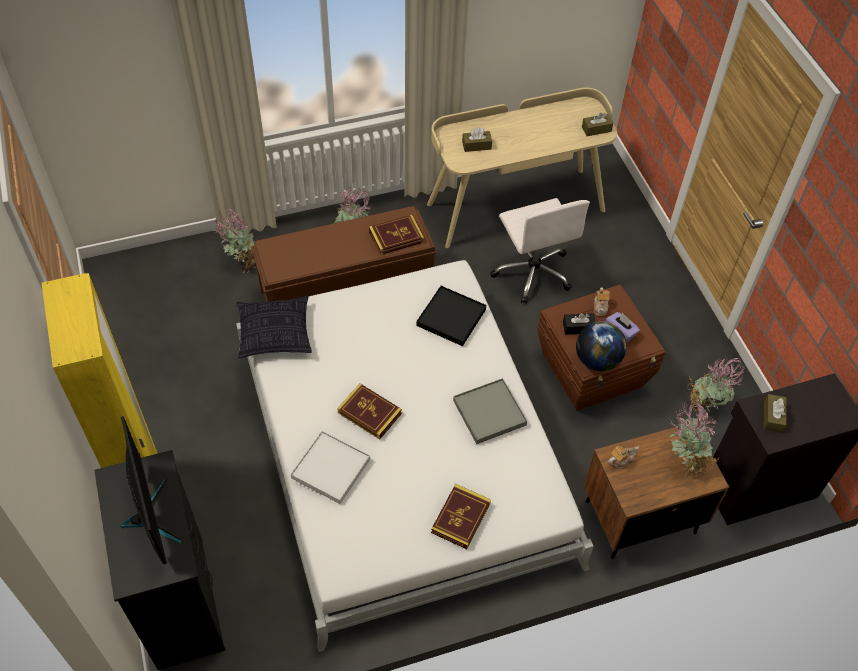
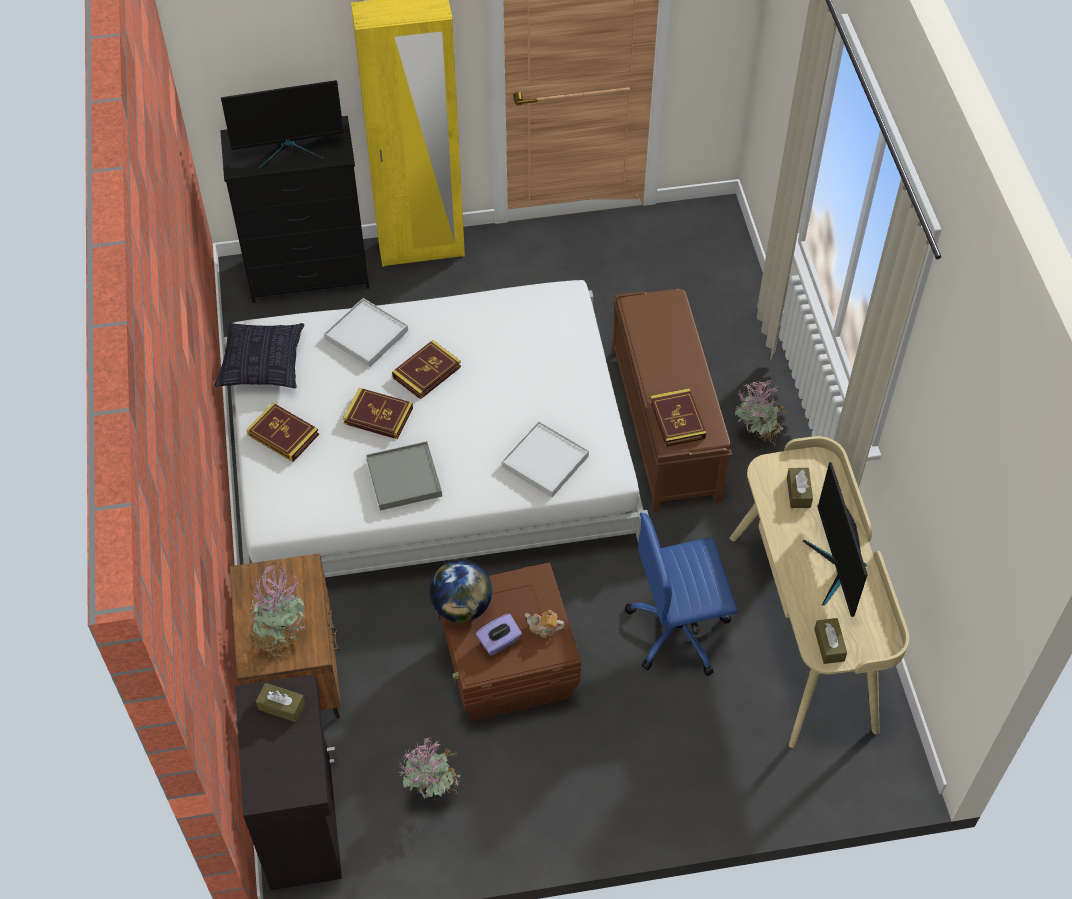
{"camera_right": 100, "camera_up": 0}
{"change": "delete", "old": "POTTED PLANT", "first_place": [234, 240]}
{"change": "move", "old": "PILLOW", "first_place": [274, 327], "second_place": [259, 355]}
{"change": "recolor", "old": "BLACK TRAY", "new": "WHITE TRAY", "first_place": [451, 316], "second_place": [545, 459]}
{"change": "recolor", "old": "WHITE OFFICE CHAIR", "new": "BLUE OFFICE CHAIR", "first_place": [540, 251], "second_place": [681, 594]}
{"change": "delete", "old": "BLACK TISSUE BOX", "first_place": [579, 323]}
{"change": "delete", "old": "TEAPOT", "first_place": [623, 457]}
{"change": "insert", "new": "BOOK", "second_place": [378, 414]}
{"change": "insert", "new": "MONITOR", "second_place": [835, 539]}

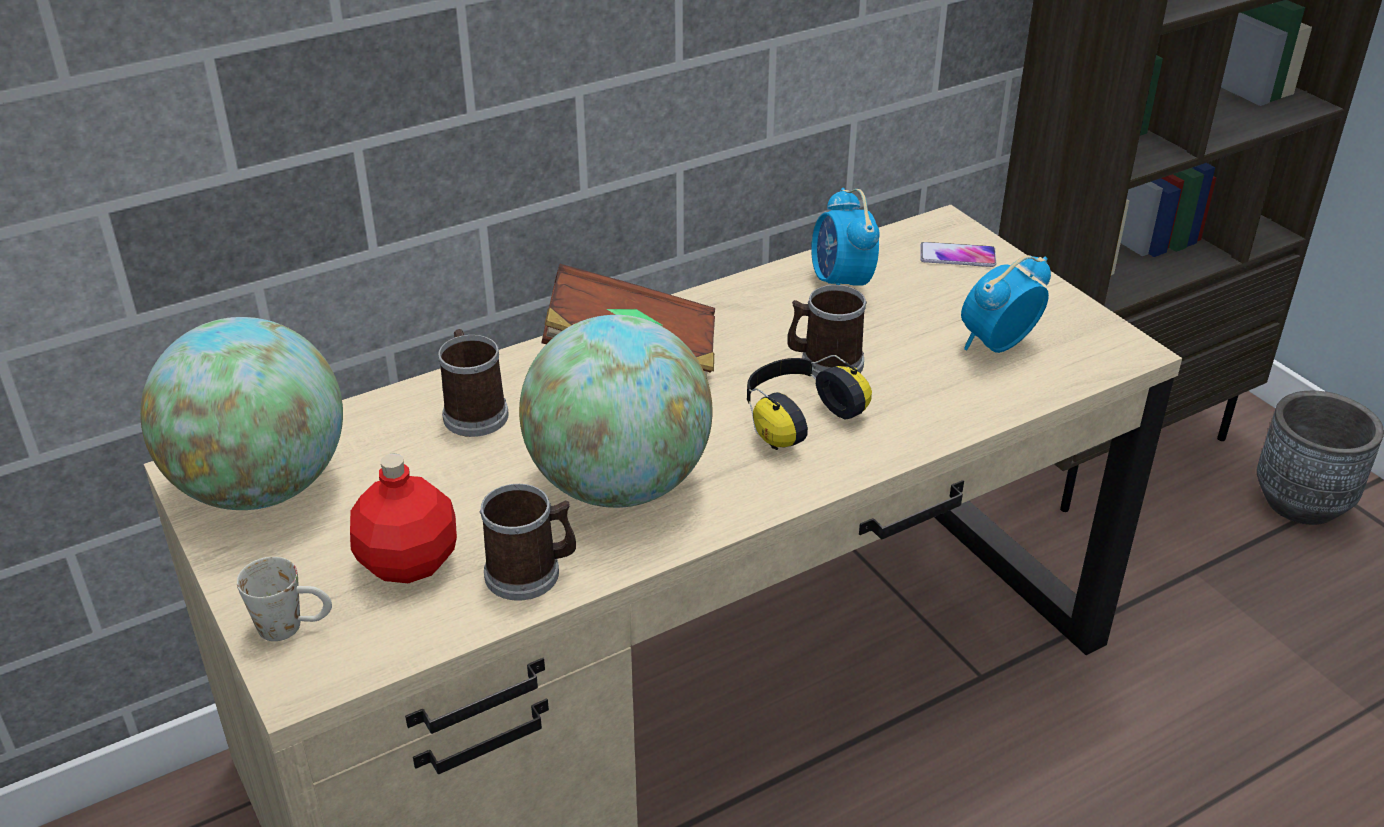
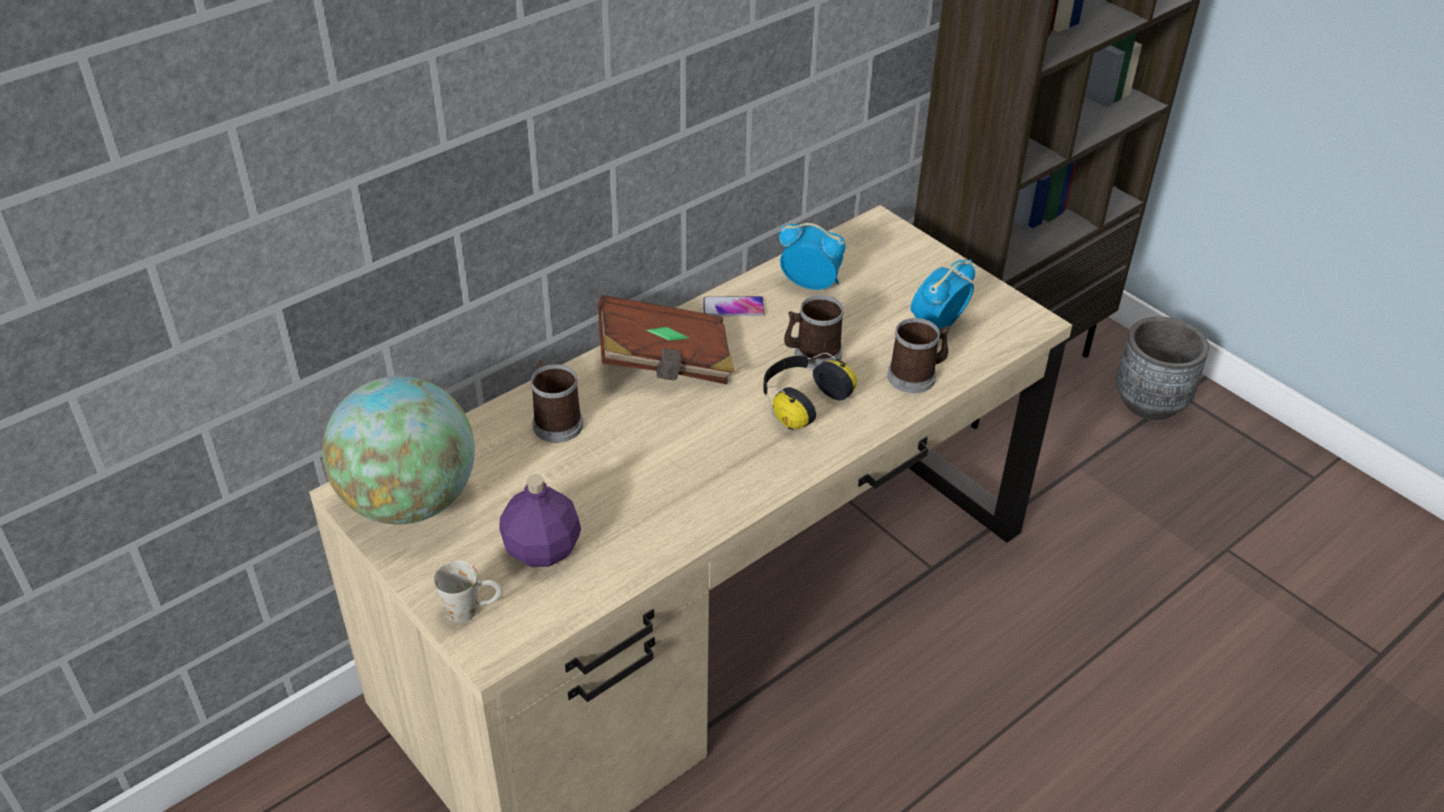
{"camera_right": -10, "camera_up": 5}
{"change": "recolor", "old": "RED BOTTLE", "new": "PURPLE BOTTLE", "first_place": [403, 518], "second_place": [540, 521]}
{"change": "move", "old": "MUG", "first_place": [527, 542], "second_place": [918, 355]}
{"change": "delete", "old": "GLOBE", "first_place": [615, 411]}
{"change": "rotate", "old": "ALARM CLOCK", "first_place": [845, 236], "second_place": [812, 256], "degrees": 135}
{"change": "move", "old": "PHONE", "first_place": [958, 254], "second_place": [734, 306]}

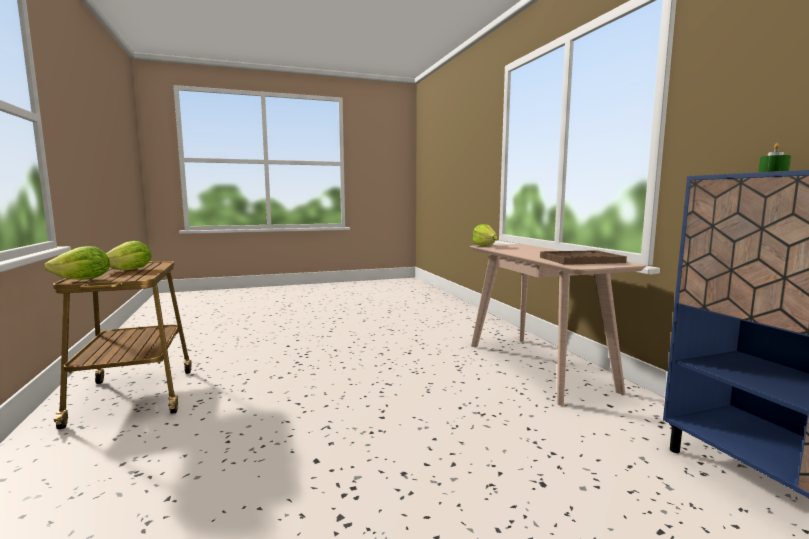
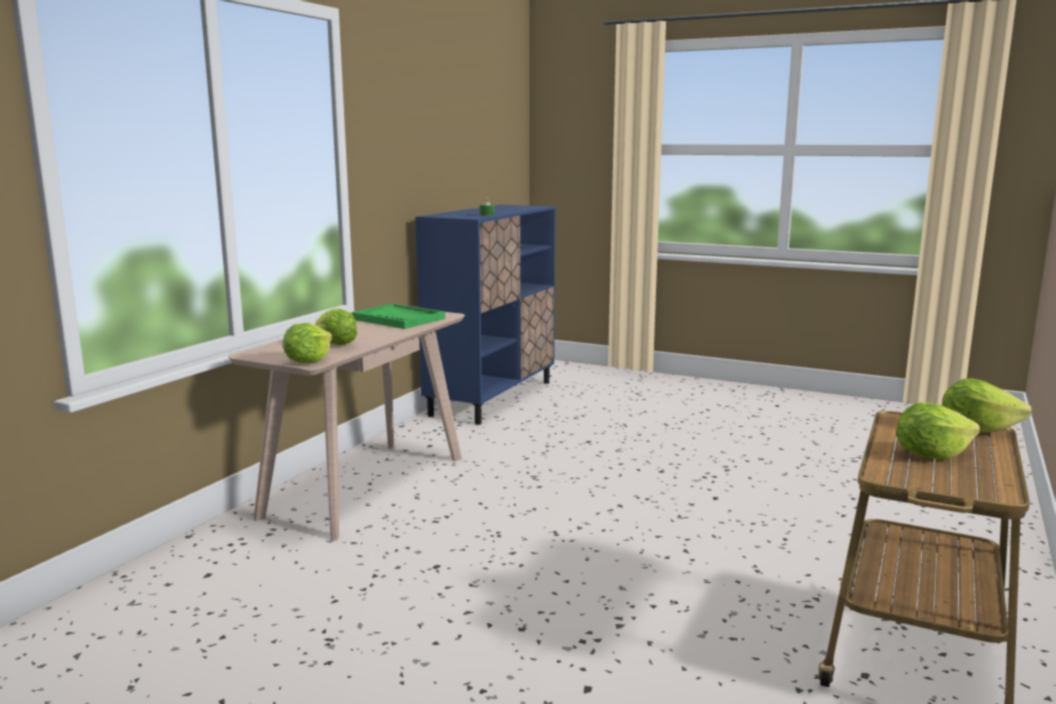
{"camera_right": -135, "camera_up": 5}
{"change": "recolor", "old": "BROWN TRAY", "new": "GREEN TRAY", "first_place": [583, 257], "second_place": [398, 316]}
{"change": "insert", "new": "LETTUCE", "second_place": [336, 327]}

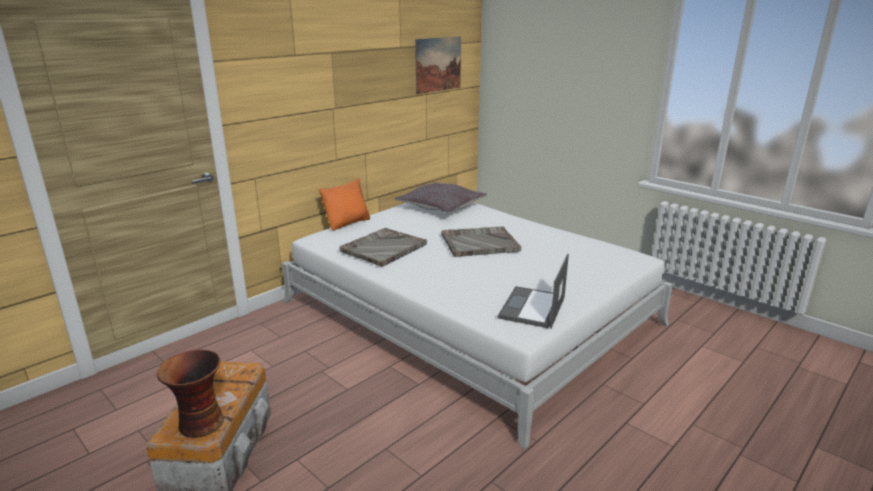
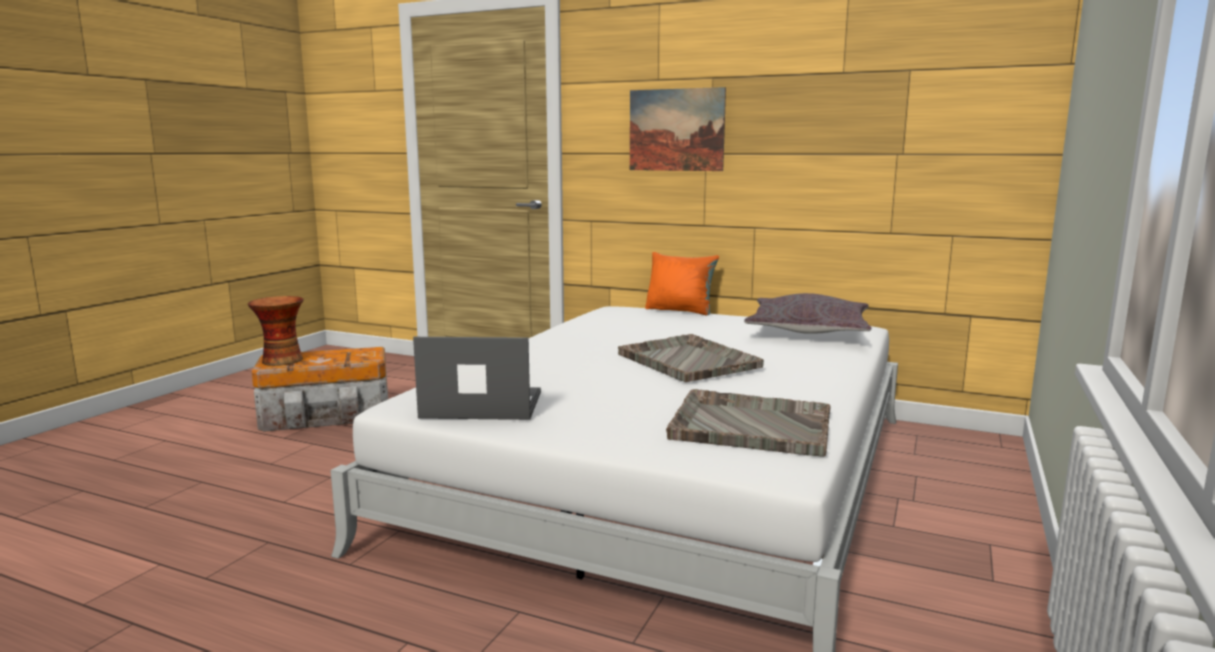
{"camera_right": 70, "camera_up": -10}
{"change": "move", "old": "GREY TRAY", "first_place": [383, 247], "second_place": [748, 423]}
{"change": "move", "old": "PICTURE", "first_place": [438, 65], "second_place": [678, 129]}

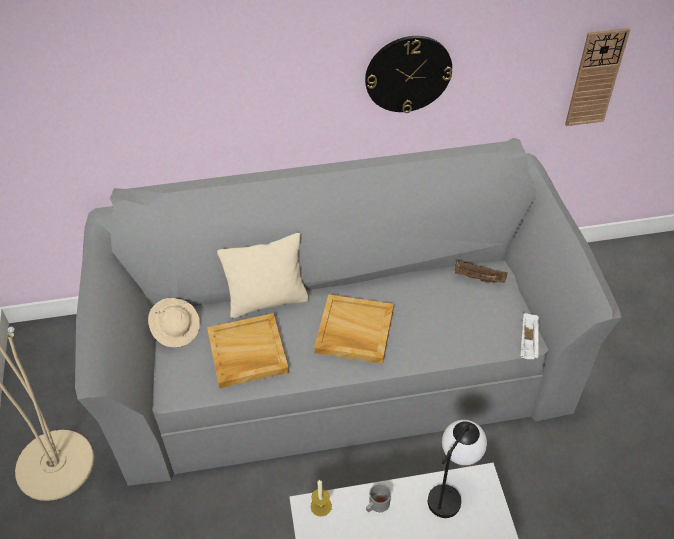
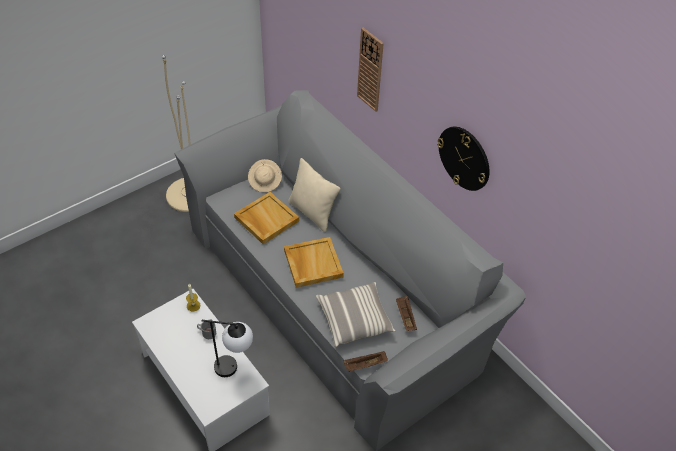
{"camera_right": 60, "camera_up": 0}
{"change": "recolor", "old": "WHITE TRAY", "new": "BROWN TRAY", "first_place": [529, 336], "second_place": [365, 361]}
{"change": "move", "old": "WALL CLOCK", "first_place": [597, 77], "second_place": [370, 70]}
{"change": "insert", "new": "PILLOW", "second_place": [355, 314]}

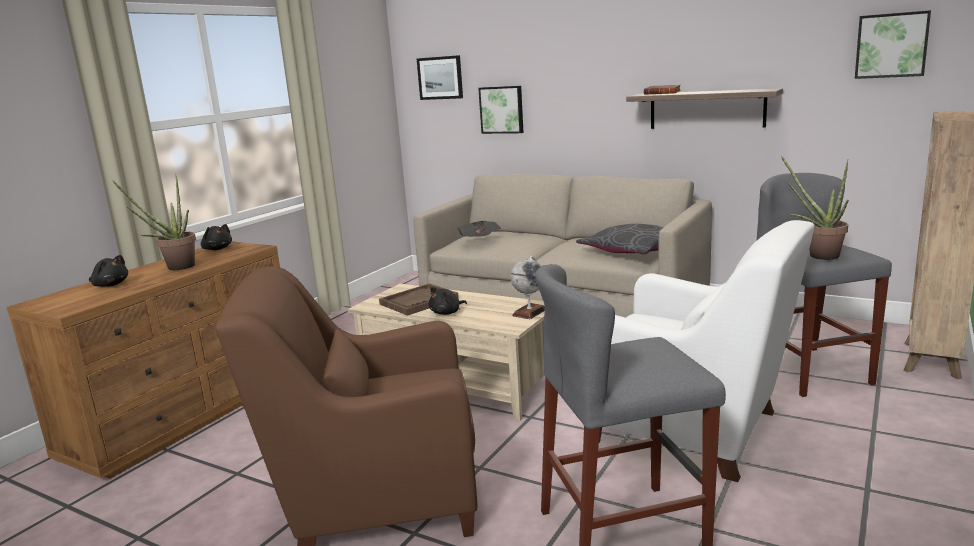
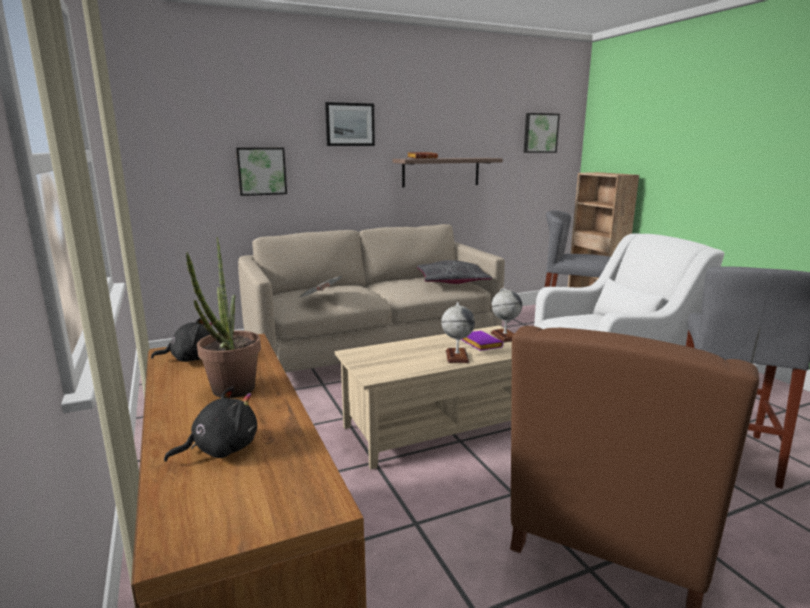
{"camera_right": -55, "camera_up": 0}
{"change": "delete", "old": "BROWN TRAY", "first_place": [419, 299]}
{"change": "move", "old": "PICTURE", "first_place": [440, 77], "second_place": [350, 124]}
{"change": "replace", "old": "BLACK PLUSH TOY", "new": "GLOBE", "first_place": [448, 301], "second_place": [458, 332]}
{"change": "delete", "old": "POTTED PLANT", "first_place": [815, 208]}
{"change": "insert", "new": "PURPLE BOOK", "second_place": [482, 341]}

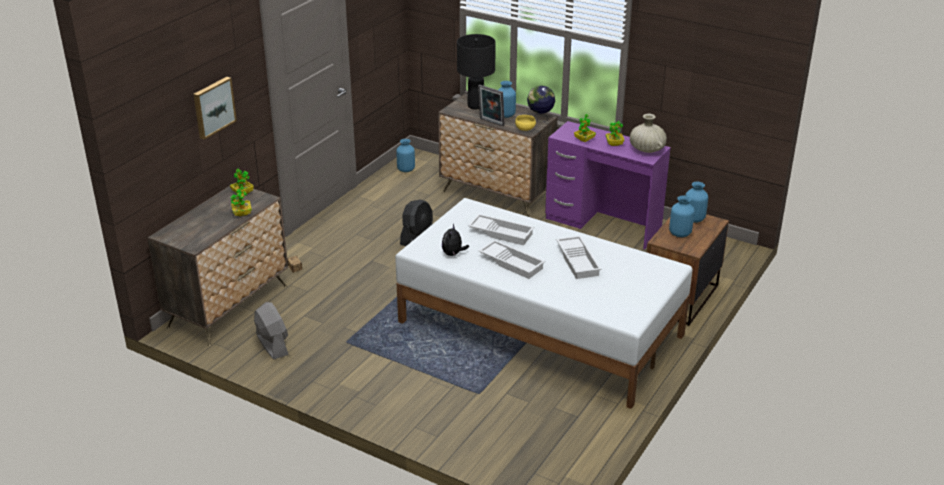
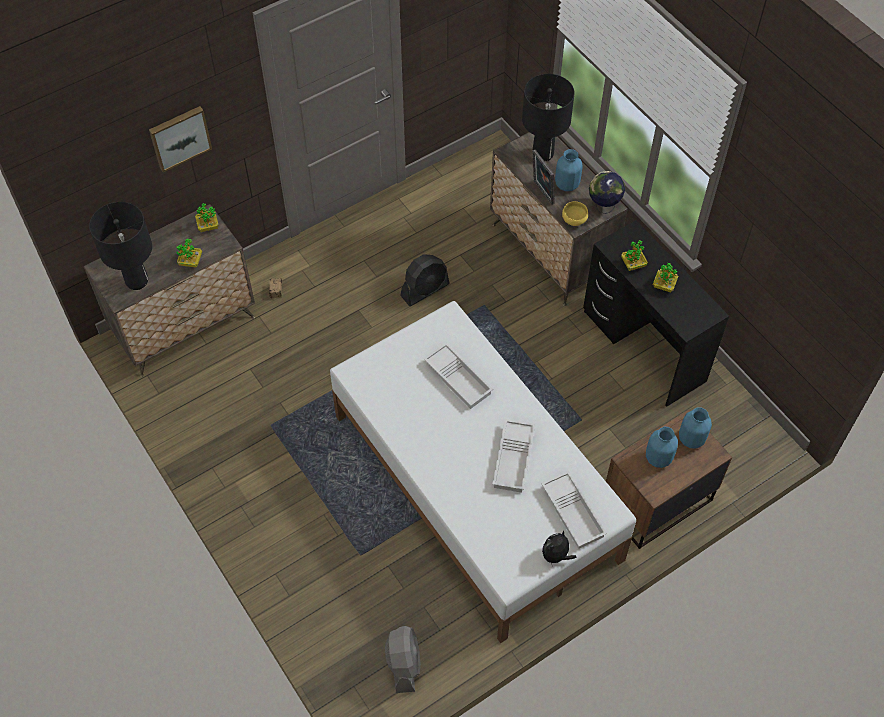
{"camera_right": 25, "camera_up": 25}
{"change": "move", "old": "GREY FAN", "first_place": [271, 331], "second_place": [403, 659]}
{"change": "delete", "old": "BLUE VASE", "first_place": [405, 155]}
{"change": "move", "old": "PLUSH TOY", "first_place": [455, 240], "second_place": [559, 547]}
{"change": "move", "old": "WHITE TRAY", "first_place": [511, 259], "second_place": [574, 510]}
{"change": "recolor", "old": "PURPLE DESK", "new": "BLACK DESK", "first_place": [608, 185], "second_place": [656, 313]}
{"change": "delete", "old": "BEIGE VASE", "first_place": [648, 133]}
{"change": "insert", "new": "BLACK TABLE LAMP", "second_place": [120, 246]}

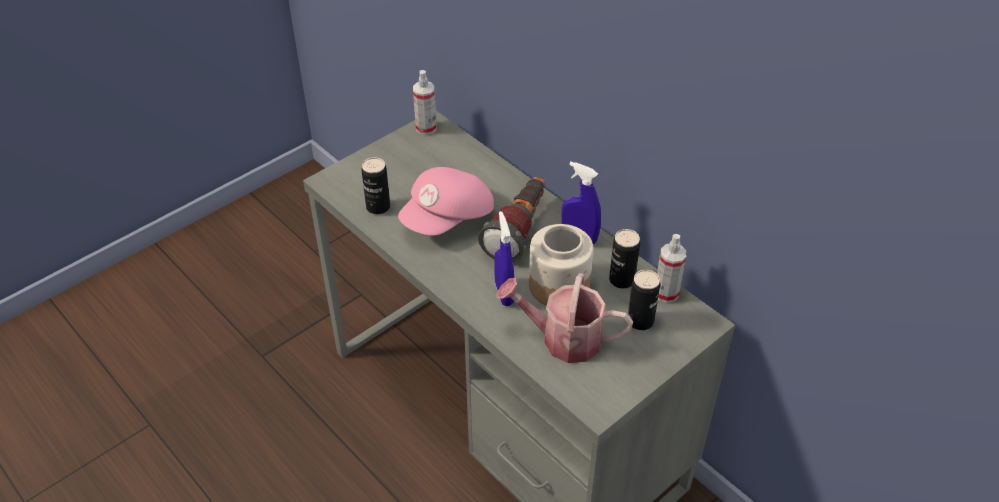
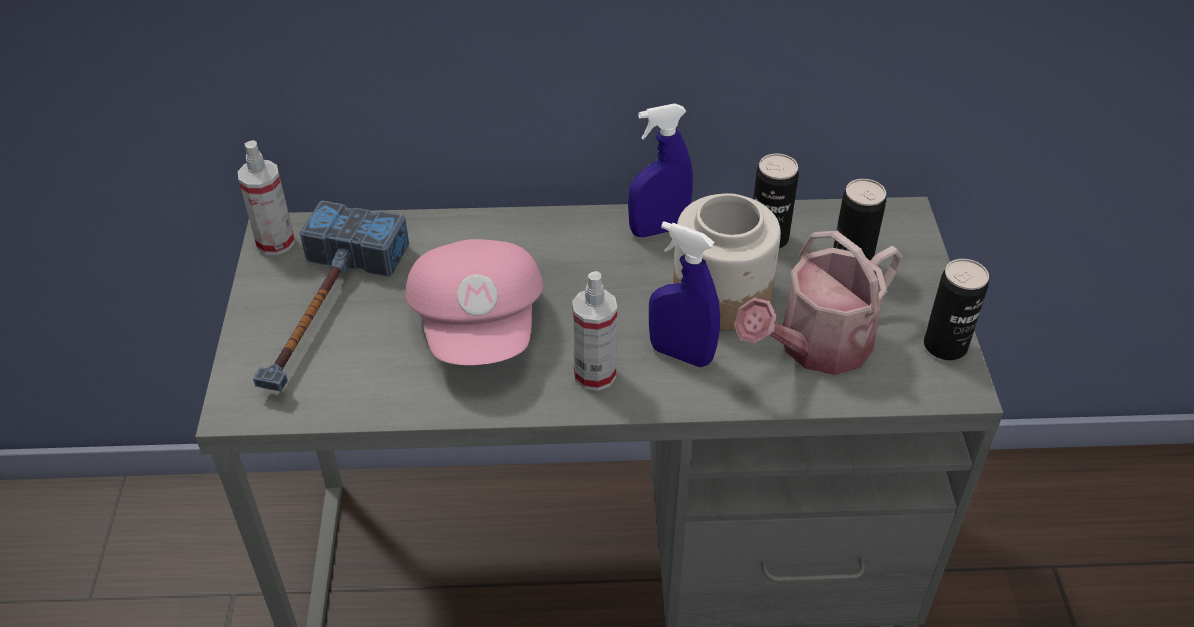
{"camera_right": -50, "camera_up": 0}
{"change": "move", "old": "CAN", "first_place": [375, 185], "second_place": [956, 309]}
{"change": "delete", "old": "FLASHLIGHT", "first_place": [511, 220]}
{"change": "move", "old": "SPRAY BOTTLE", "first_place": [671, 268], "second_place": [594, 331]}
{"change": "insert", "new": "HAMMER", "second_place": [331, 296]}

